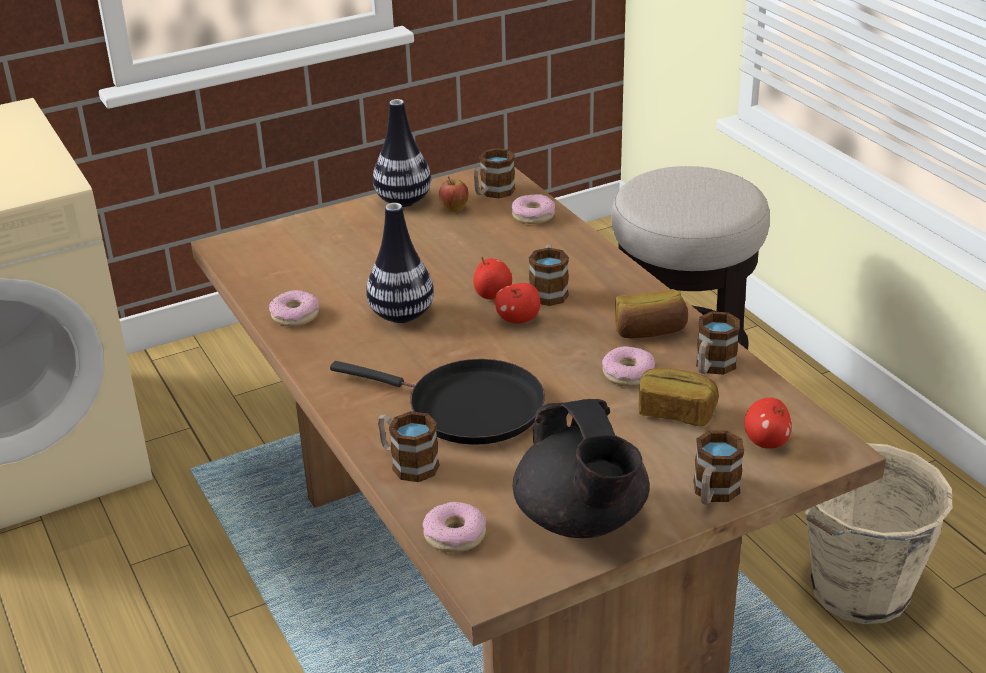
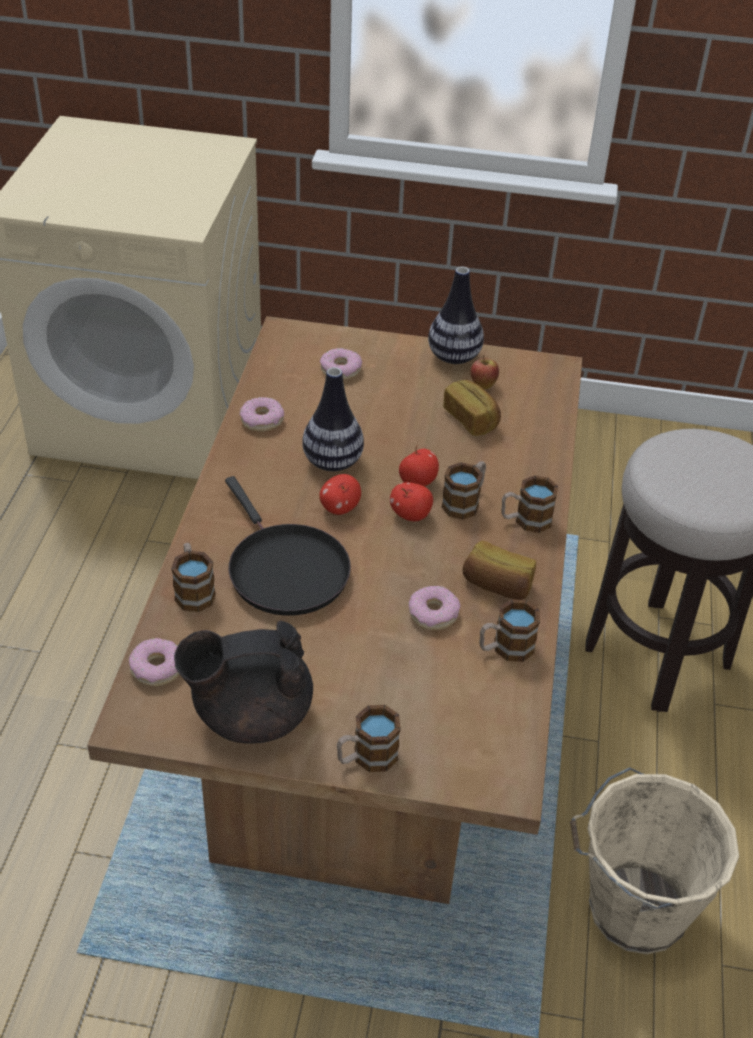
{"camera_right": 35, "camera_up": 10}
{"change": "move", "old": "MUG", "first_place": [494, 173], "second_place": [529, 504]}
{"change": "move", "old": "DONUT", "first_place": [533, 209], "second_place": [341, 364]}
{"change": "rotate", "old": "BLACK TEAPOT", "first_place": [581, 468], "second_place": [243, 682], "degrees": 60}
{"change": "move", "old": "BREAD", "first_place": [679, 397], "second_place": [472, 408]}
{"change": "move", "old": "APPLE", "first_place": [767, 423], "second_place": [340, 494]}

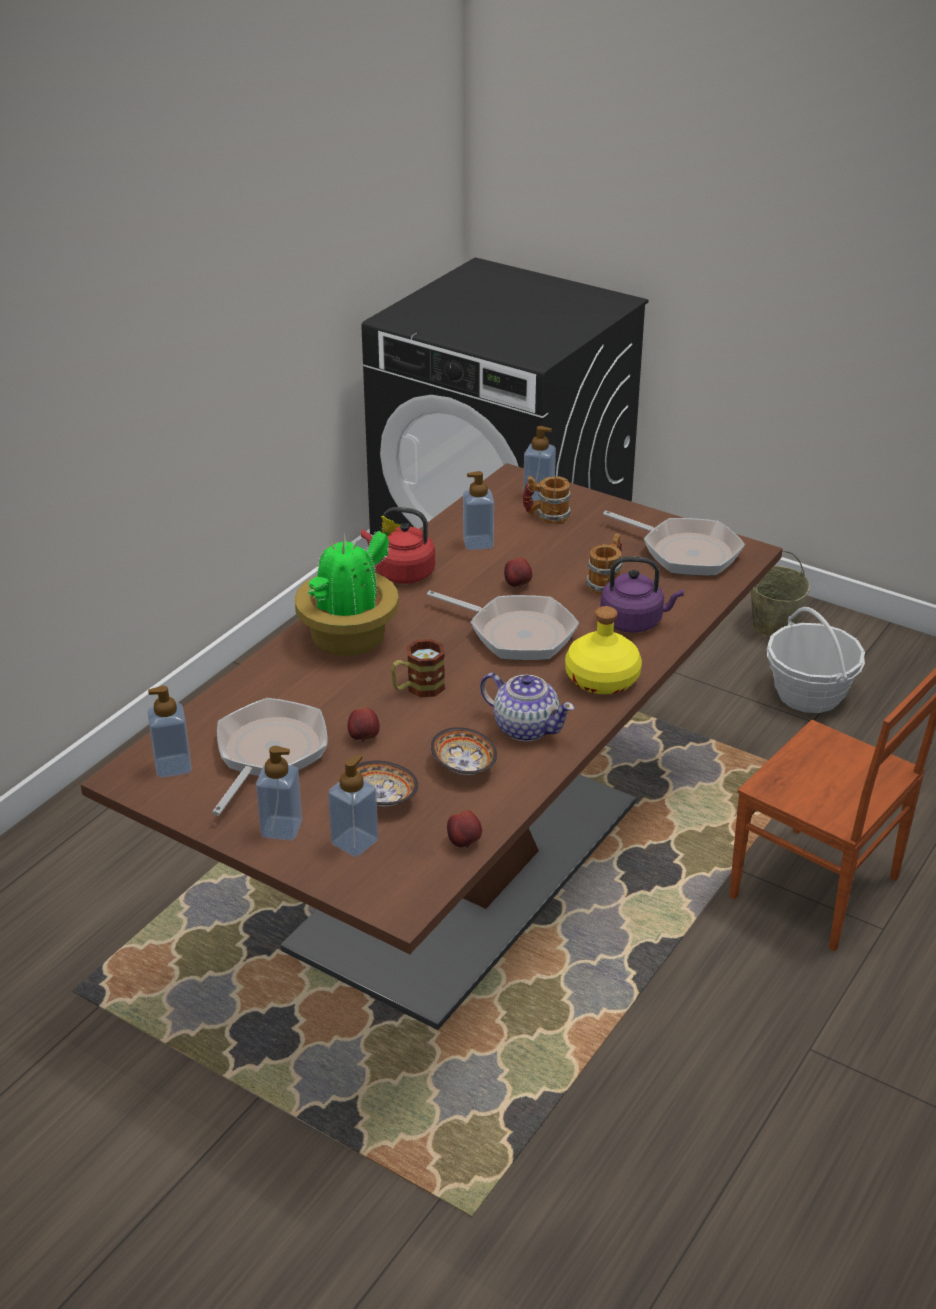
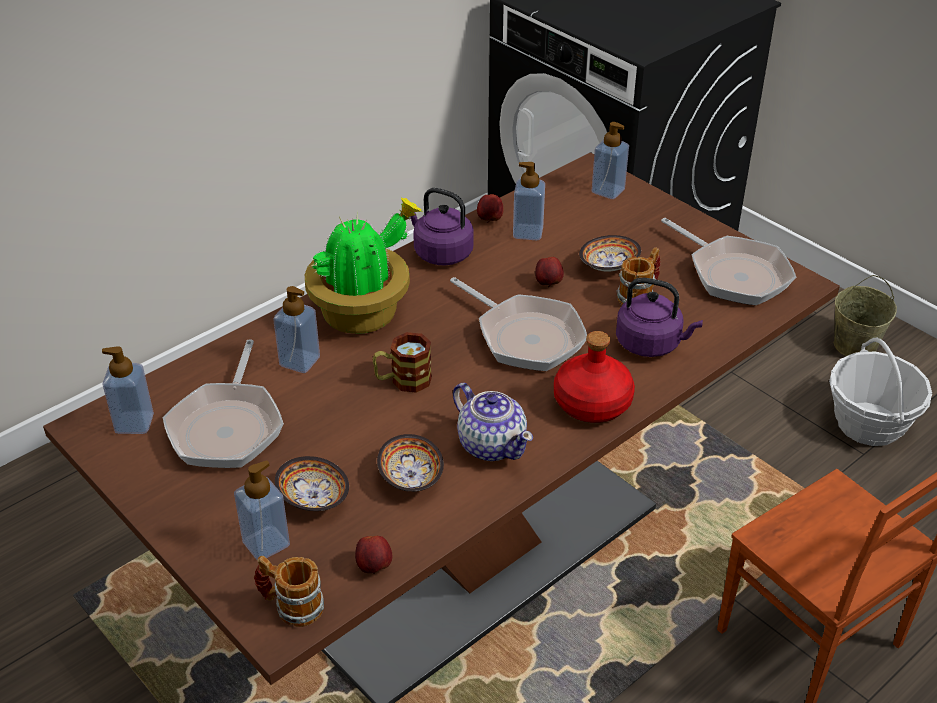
{"camera_right": 15, "camera_up": 5}
{"change": "rotate", "old": "FRYING PAN", "first_place": [270, 757], "second_place": [223, 403], "degrees": 150}
{"change": "move", "old": "SOAP DISPENSER", "first_place": [279, 793], "second_place": [296, 329]}
{"change": "move", "old": "APPLE", "first_place": [364, 725], "second_place": [490, 208]}
{"change": "recolor", "old": "RED KETTLE", "new": "PURPLE KETTLE", "first_place": [398, 545], "second_place": [442, 226]}
{"change": "move", "old": "MUG", "first_place": [546, 500], "second_place": [289, 591]}
{"change": "recolor", "old": "YELLOW BOTTLE", "new": "RED BOTTLE", "first_place": [603, 650], "second_place": [594, 377]}
{"change": "insert", "new": "BOWL", "second_place": [610, 253]}

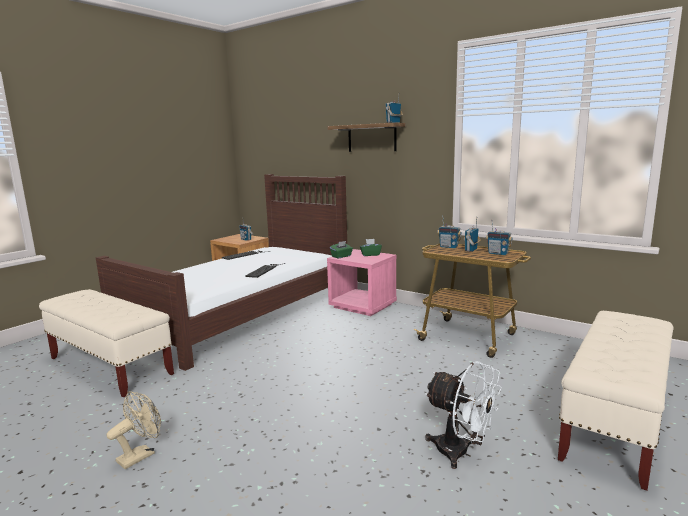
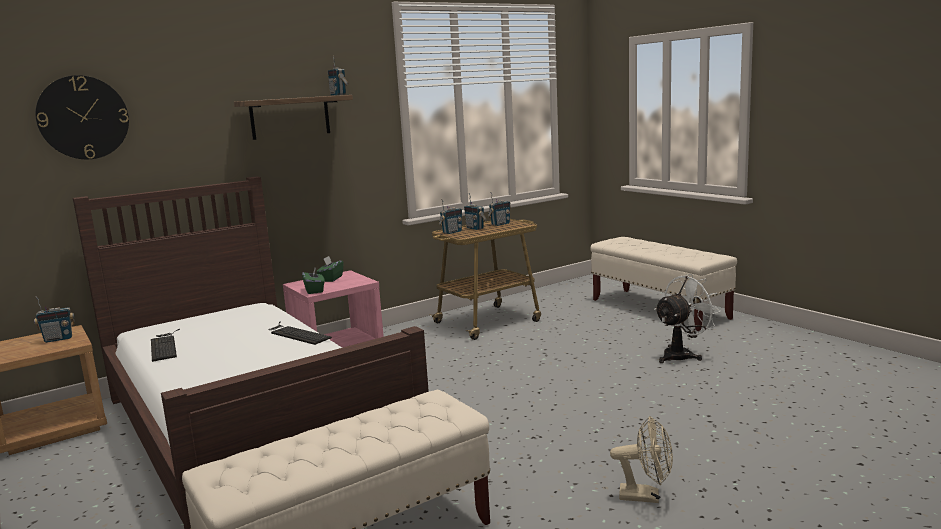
{"camera_right": -70, "camera_up": 0}
{"change": "rotate", "old": "BEIGE FAN", "first_place": [134, 430], "second_place": [641, 459], "degrees": 135}
{"change": "insert", "new": "WALL CLOCK", "second_place": [82, 117]}

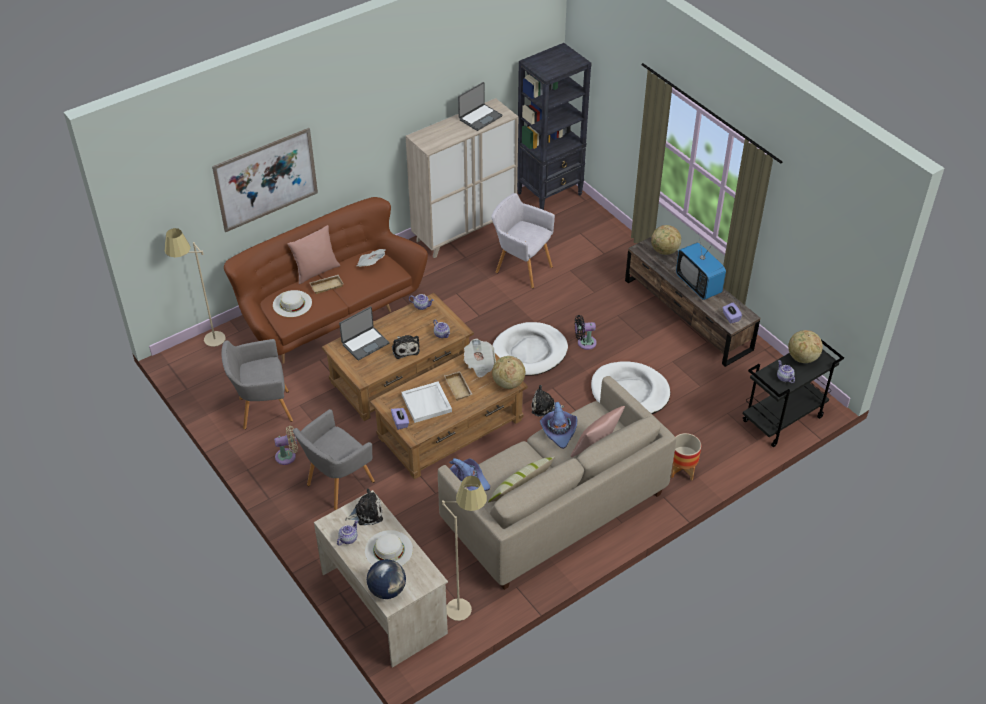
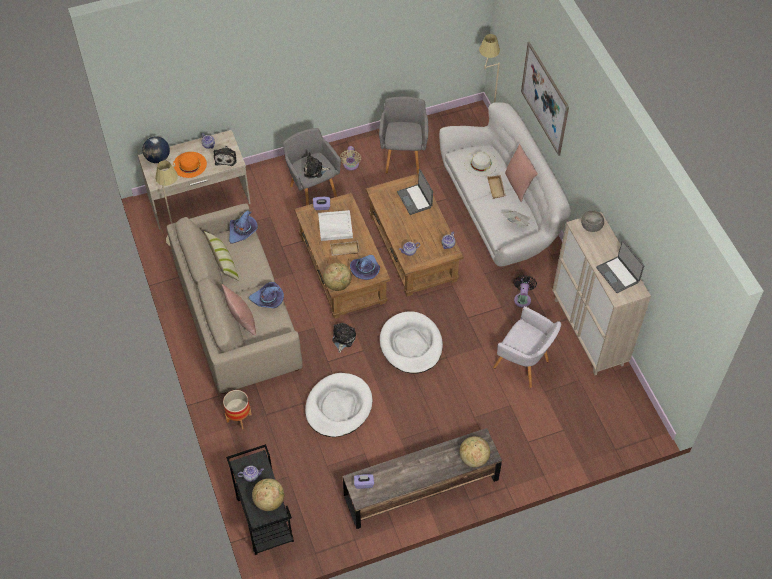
{"camera_right": 105, "camera_up": 10}
{"change": "recolor", "old": "BROWN SOFA", "new": "WHITE SOFA", "first_place": [326, 280], "second_place": [505, 184]}
{"change": "recolor", "old": "WHITE HAT", "new": "ORANGE HAT", "first_place": [389, 548], "second_place": [190, 165]}
{"change": "move", "old": "PLUSH TOY", "first_place": [406, 347], "second_place": [317, 165]}
{"change": "replace", "old": "NEWSPAPER", "new": "PURPLE HAT", "first_place": [480, 358], "second_place": [365, 267]}
{"change": "rotate", "old": "GREY ARMCHAIR", "first_place": [523, 240], "second_place": [527, 347], "degrees": 75}
{"change": "delete", "old": "BLACK BOOKCASE", "first_place": [554, 126]}
{"change": "move", "old": "BLACK FAN", "first_place": [586, 332], "second_place": [525, 291]}
{"change": "delete", "old": "TELEVISION", "first_place": [701, 268]}
{"change": "insert", "new": "GREY BOWL", "second_place": [592, 221]}

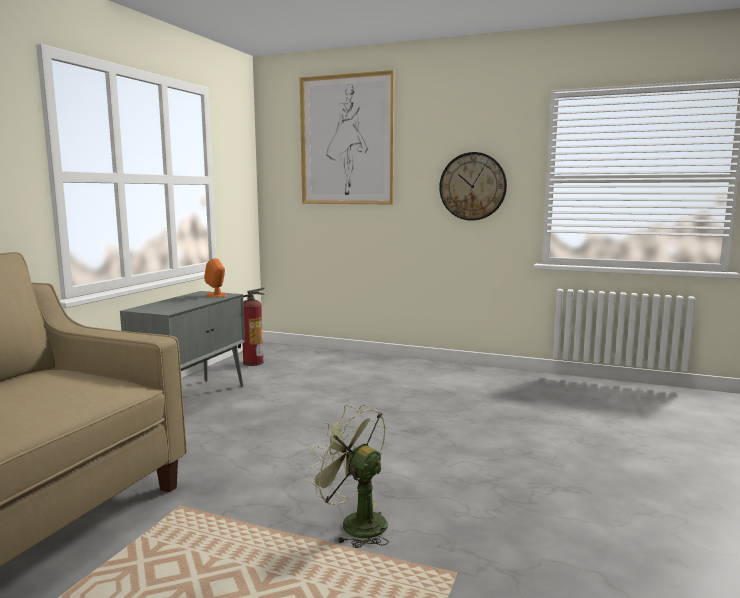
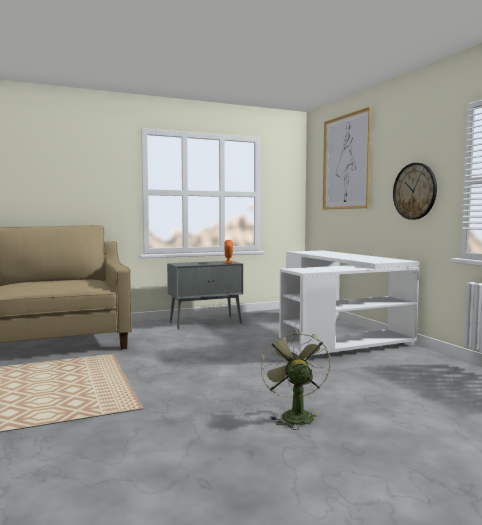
{"camera_right": 45, "camera_up": -5}
{"change": "delete", "old": "FIRE EXTINGUISHER", "first_place": [251, 326]}
{"change": "move", "old": "GREEN FAN", "first_place": [347, 476], "second_place": [296, 379]}
{"change": "insert", "new": "WHITE DESK", "second_place": [349, 305]}

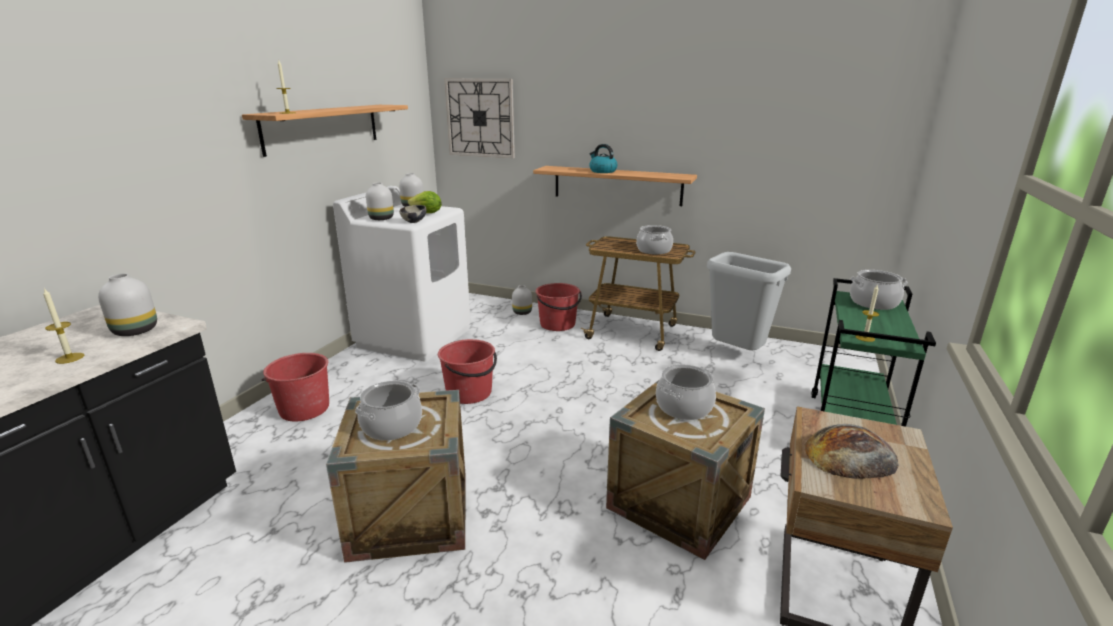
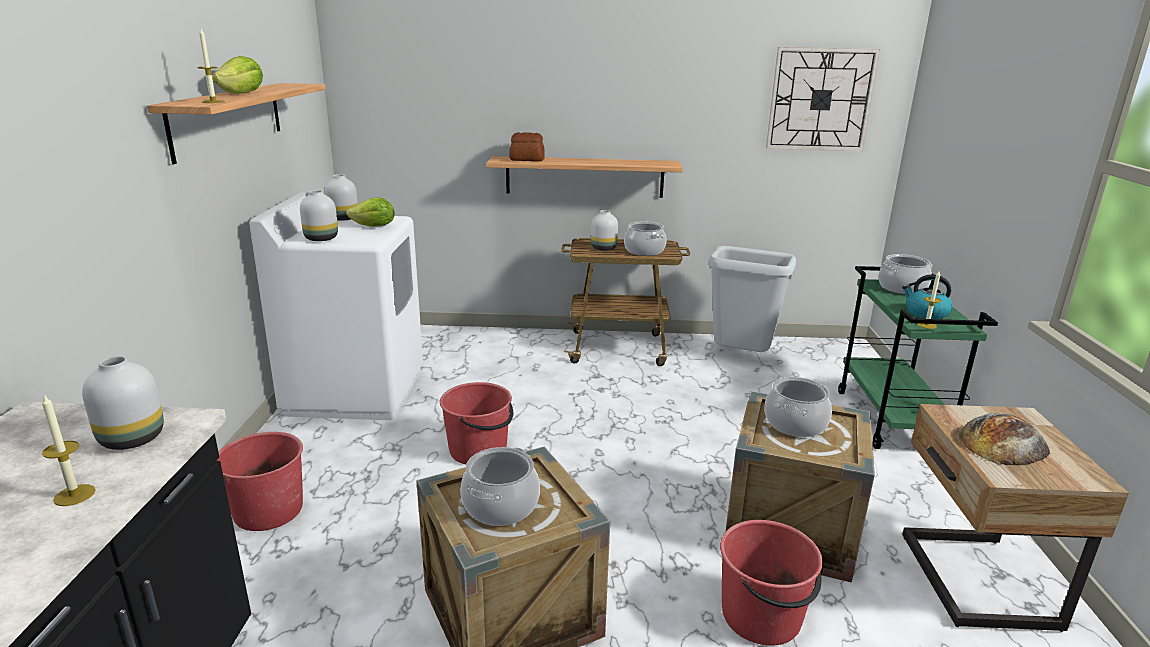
{"camera_right": -20, "camera_up": 0}
{"change": "delete", "old": "BOWL", "first_place": [412, 214]}
{"change": "move", "old": "WALL CLOCK", "first_place": [479, 118], "second_place": [823, 99]}
{"change": "move", "old": "WHITE VASE", "first_place": [522, 300], "second_place": [604, 230]}
{"change": "move", "old": "RED BUCKET", "first_place": [559, 307], "second_place": [771, 582]}
{"change": "move", "old": "KETTLE", "first_place": [603, 158], "second_place": [927, 297]}
{"change": "insert", "new": "LETTUCE", "second_place": [237, 75]}
{"change": "insert", "new": "BREAD", "second_place": [527, 147]}

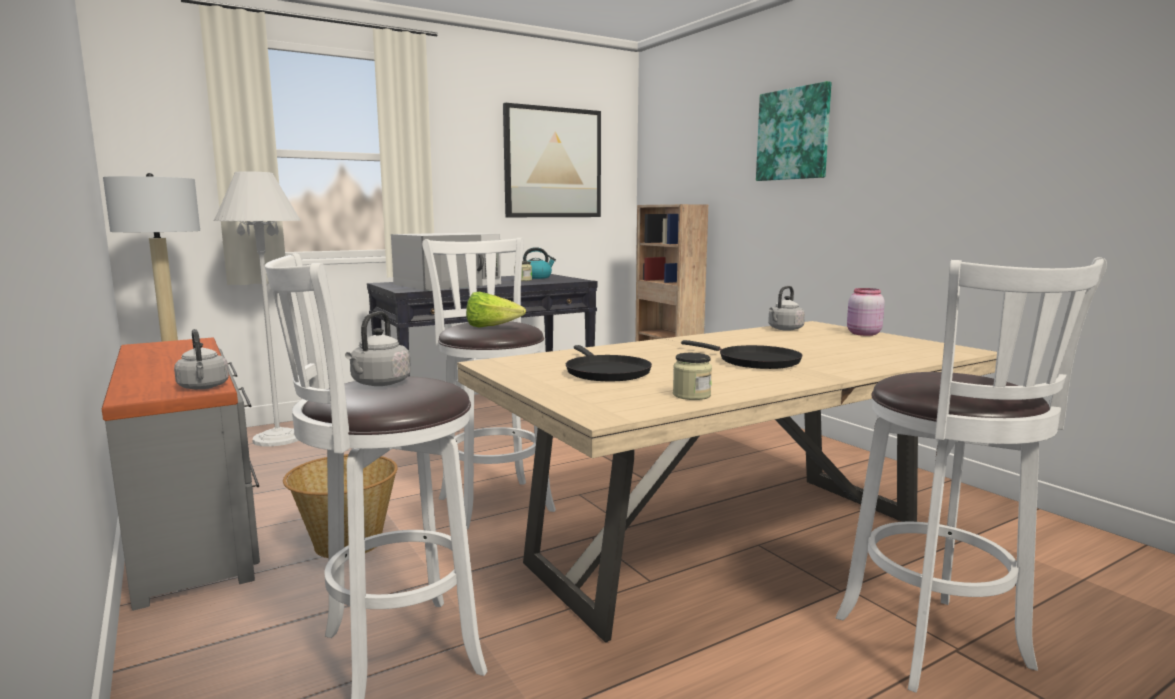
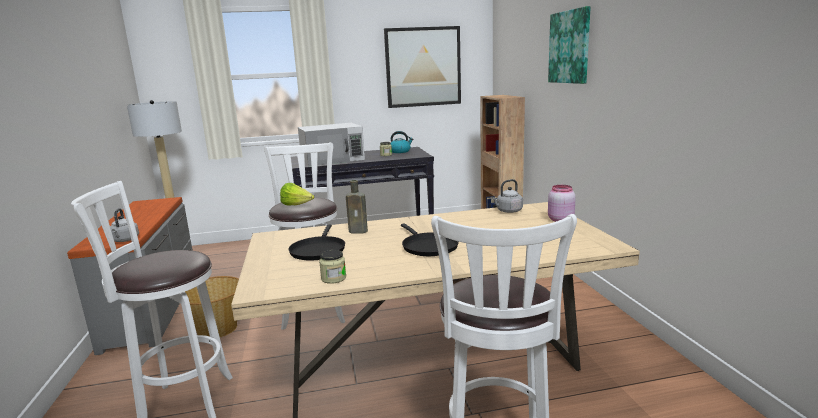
{"camera_right": 20, "camera_up": 5}
{"change": "delete", "old": "WHITE FLOOR LAMP", "first_place": [257, 309]}
{"change": "delete", "old": "GREY KETTLE", "first_place": [378, 348]}
{"change": "insert", "new": "BROWN BOTTLE", "second_place": [357, 206]}

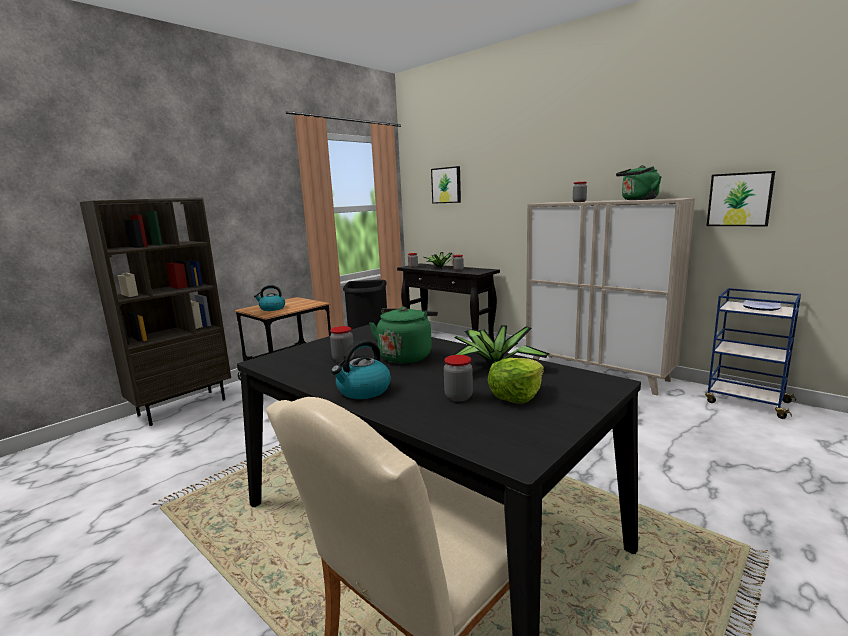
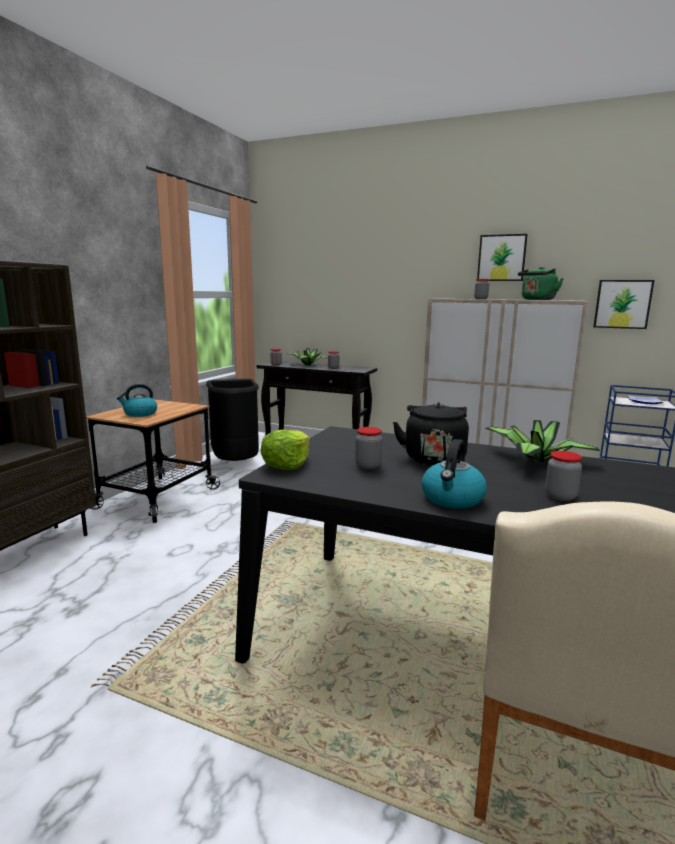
{"camera_right": -20, "camera_up": 0}
{"change": "recolor", "old": "GREEN KETTLE", "new": "BLACK KETTLE", "first_place": [403, 335], "second_place": [431, 434]}
{"change": "move", "old": "PICTURE", "first_place": [446, 185], "second_place": [502, 257]}
{"change": "move", "old": "LETTUCE", "first_place": [516, 381], "second_place": [285, 450]}

